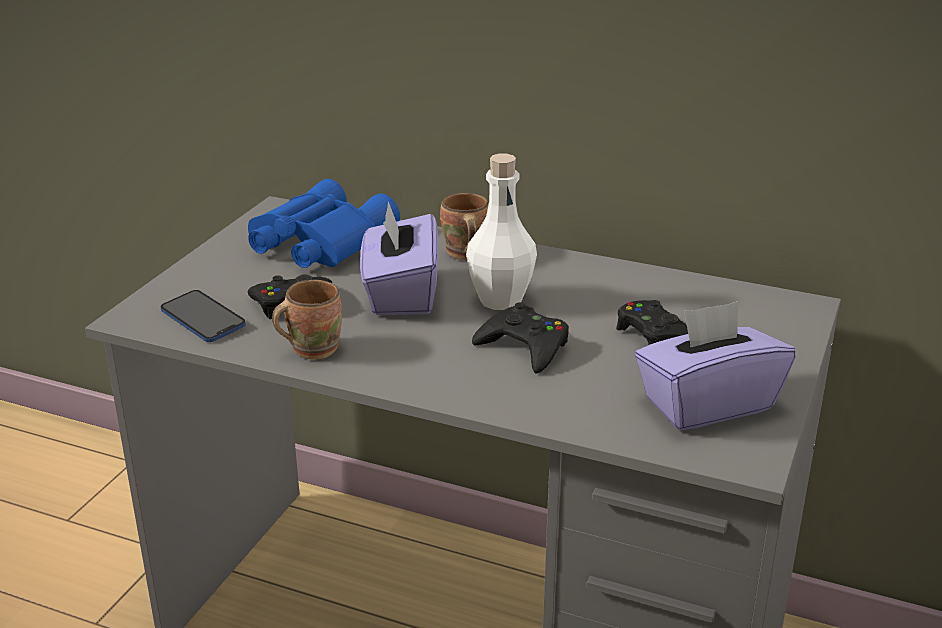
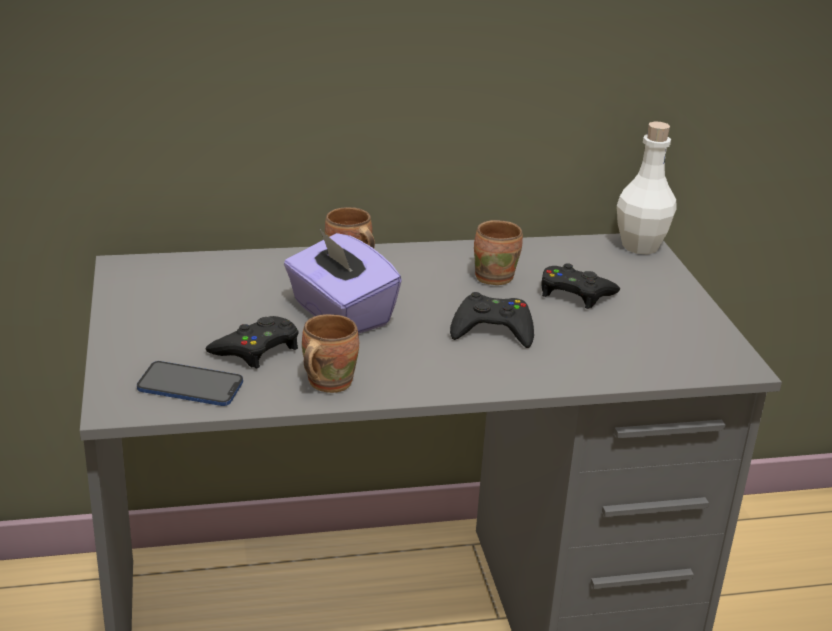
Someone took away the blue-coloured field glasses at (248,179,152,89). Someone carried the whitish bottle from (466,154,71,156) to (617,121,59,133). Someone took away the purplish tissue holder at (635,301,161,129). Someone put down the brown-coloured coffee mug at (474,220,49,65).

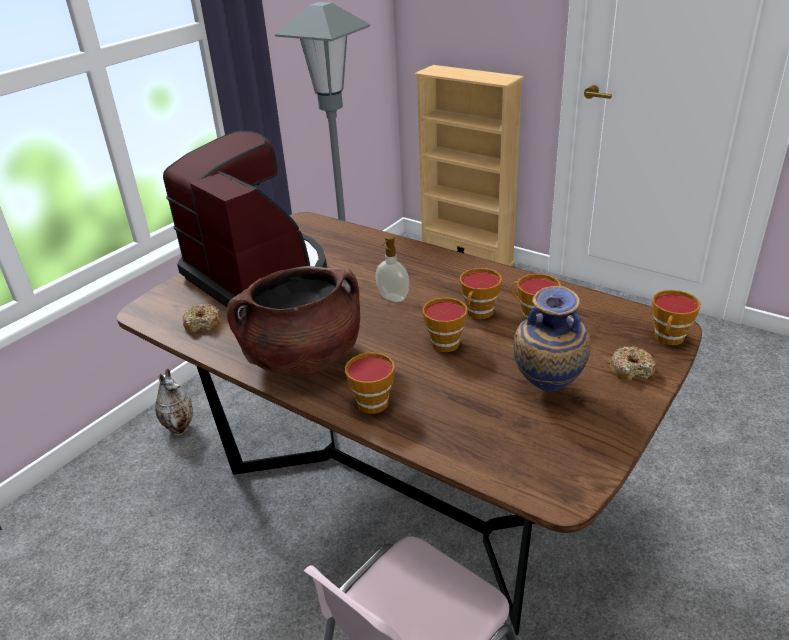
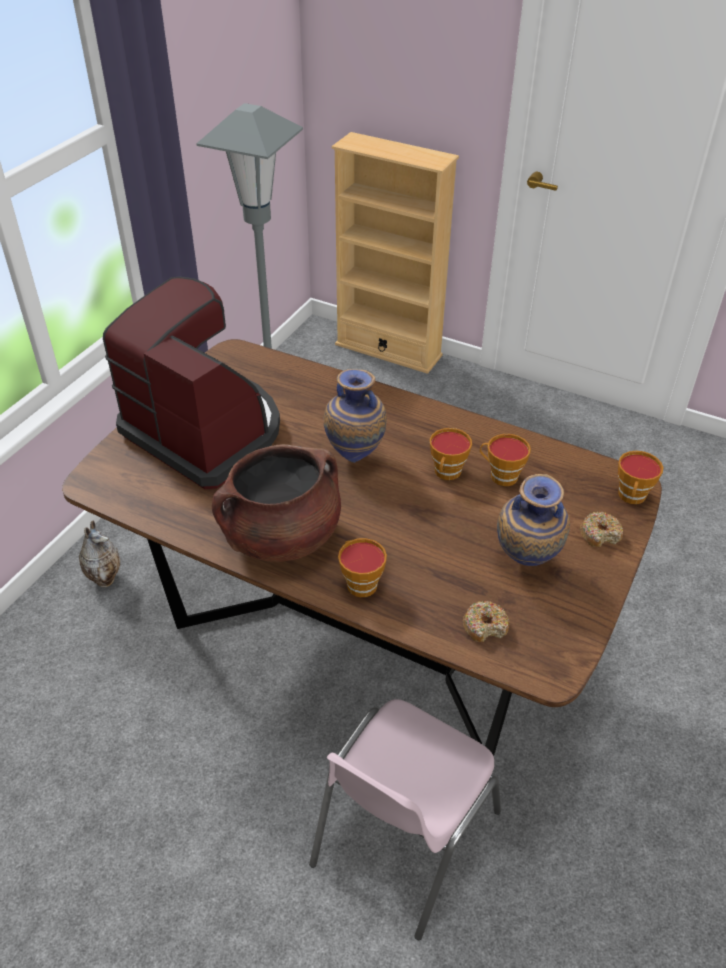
Someone carried the ring doughnut from (183,304,38,29) to (463,601,46,42). Someone swapped the soap bottle at (376,235,33,67) for the decorative vase at (324,369,63,94). Someone took away the small cup at (423,298,45,54).

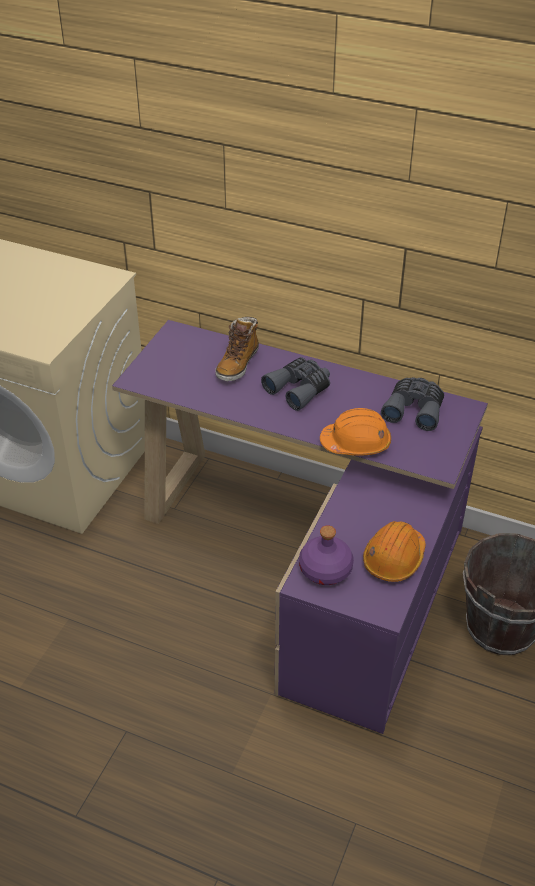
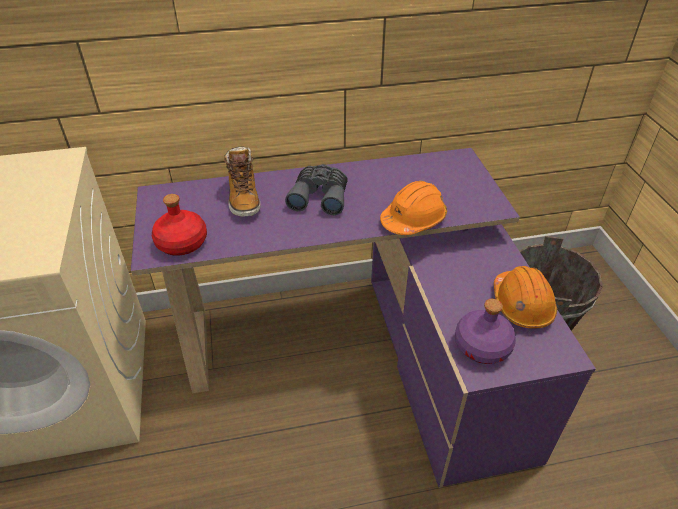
Someone took away the gray field glasses at (381,377,63,54). Someone put down the reddish bottle at (152,194,55,62).

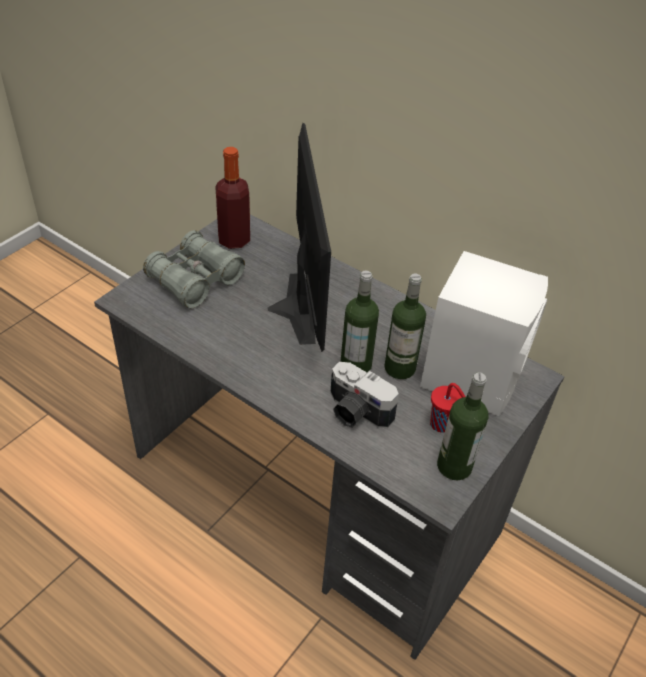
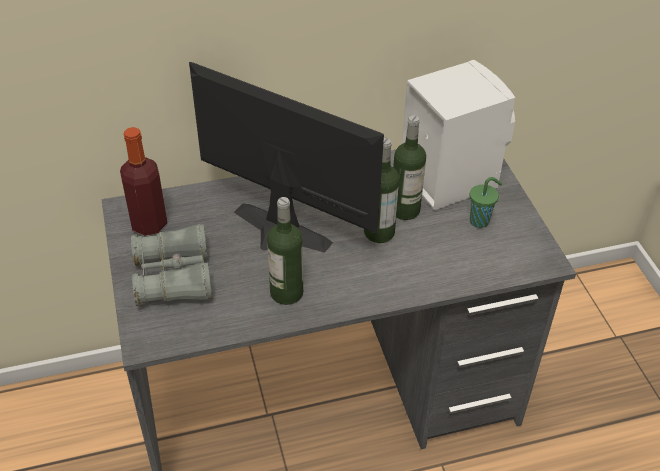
Someone took away the photo camera at (330,362,69,66). Someone repainted the reddish small cup at (430,383,36,49), which became the greenish small cup at (470,177,32,51). Someone carried the bottle from (437,372,52,108) to (267,197,36,108).

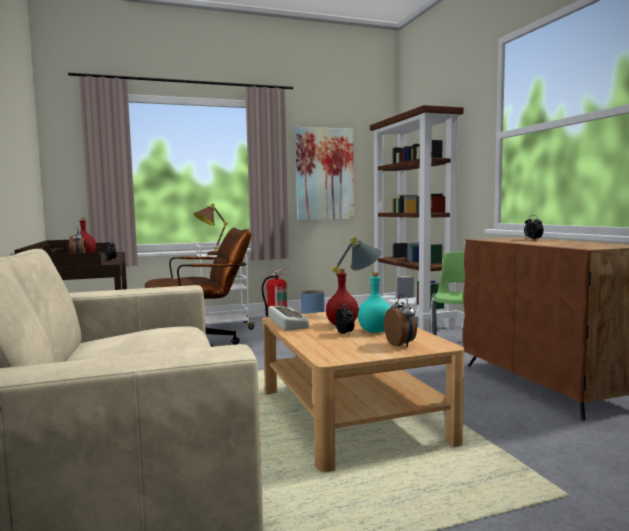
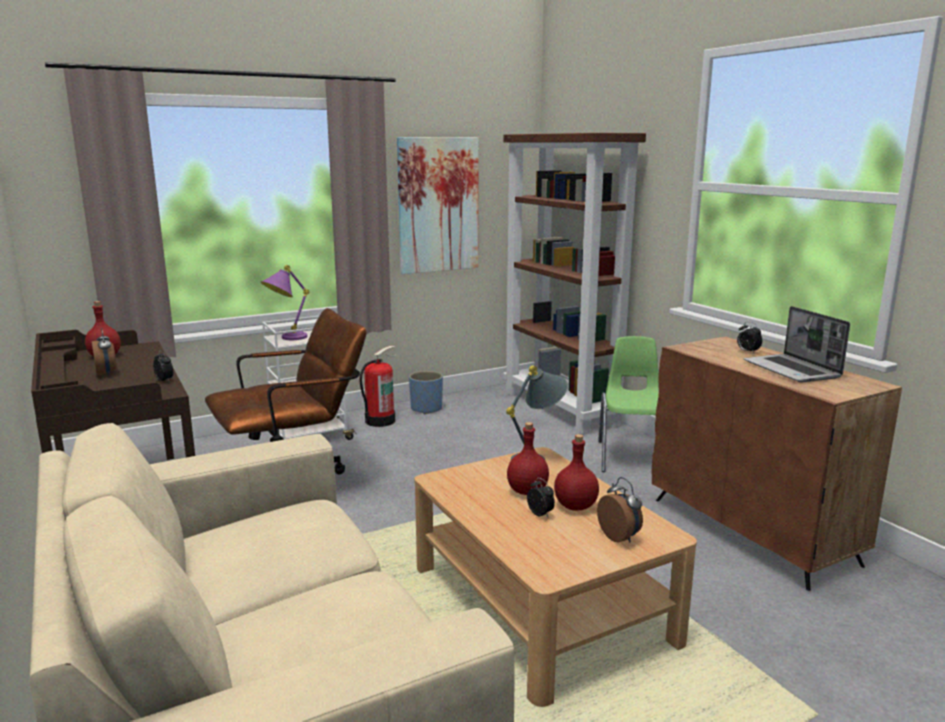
Someone repainted the brown-coloured tabletop lamp at (194,204,34,51), which became the purplish tabletop lamp at (261,265,48,75). Someone took away the PC keyboard at (268,306,41,24). Someone repainted the blue-green bottle at (358,272,33,61), which became the reddish bottle at (554,434,45,77). Someone put down the portable computer at (744,306,106,76).

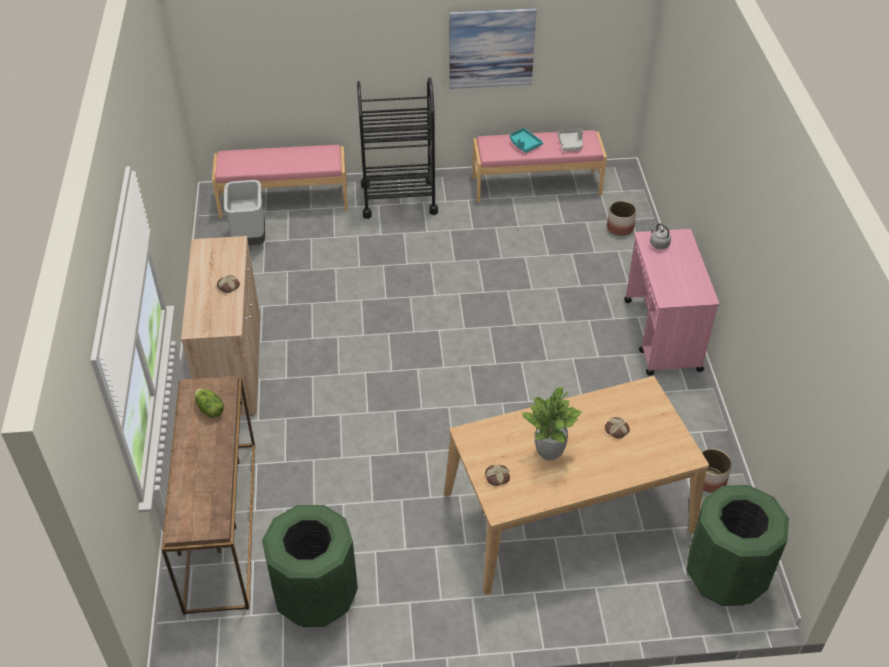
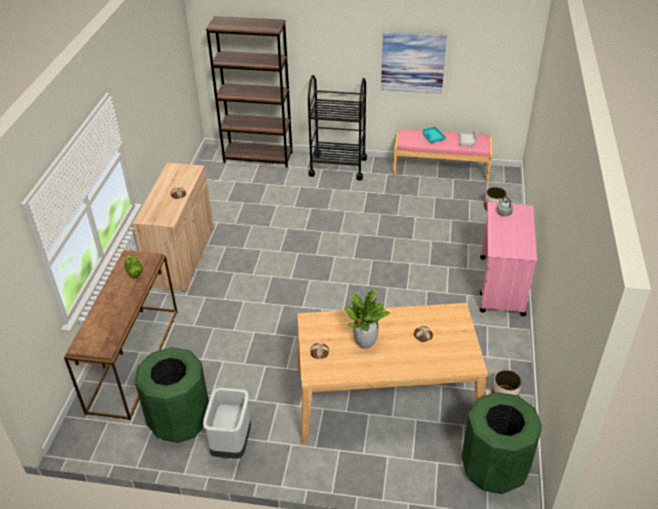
Someone swapped the pink-coloured indoor bench at (212,145,136,73) for the brown-coloured bookcase at (206,16,87,151). Someone carried the gray trash can from (224,180,41,65) to (203,388,48,71).

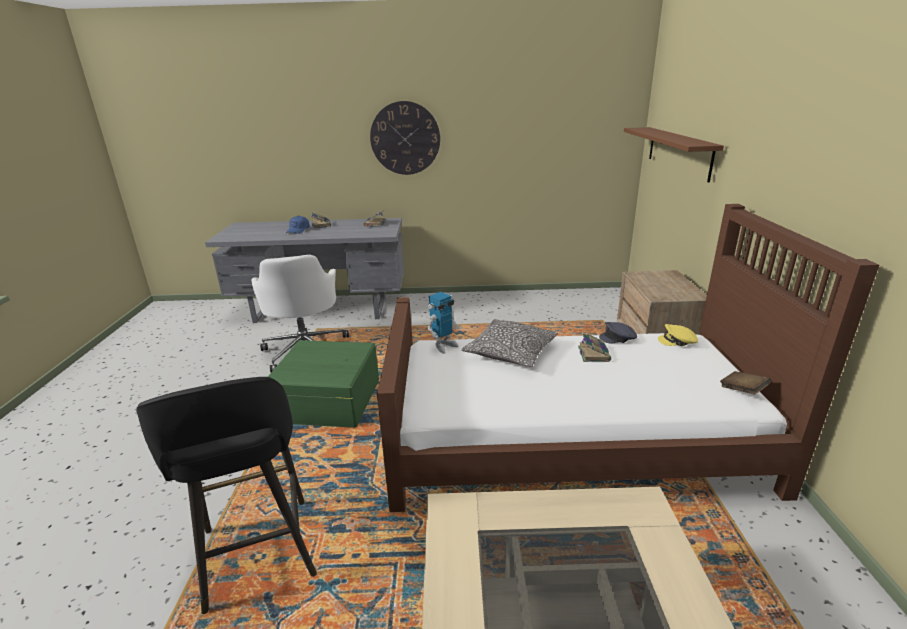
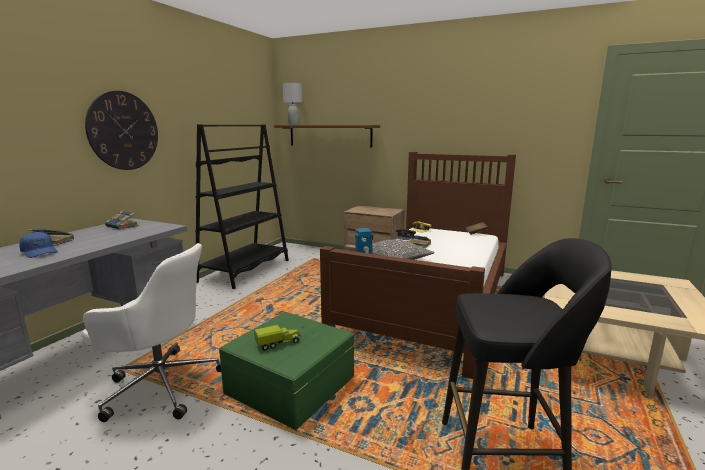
Someone put down the black-coloured bookcase at (195,124,94,165). Someone put down the toy lorry at (254,325,48,26). Someone put down the gray tabletop lamp at (283,83,19,42).

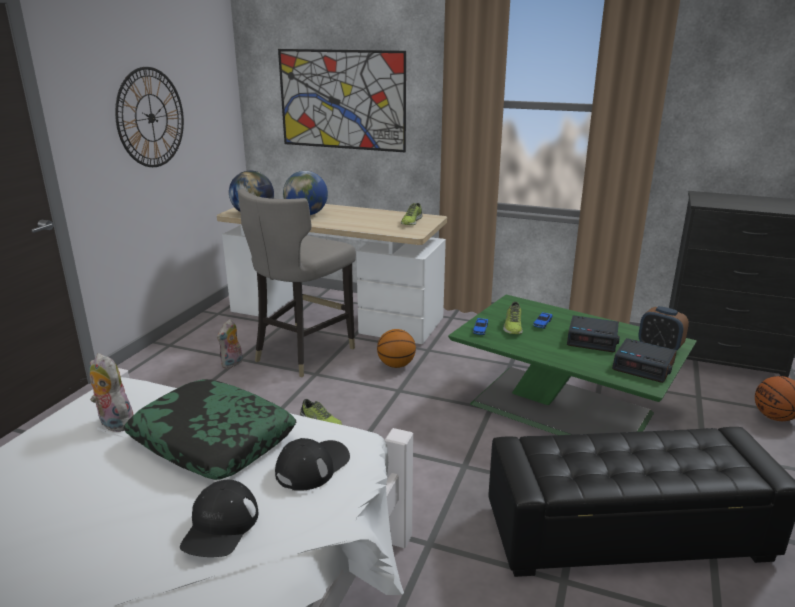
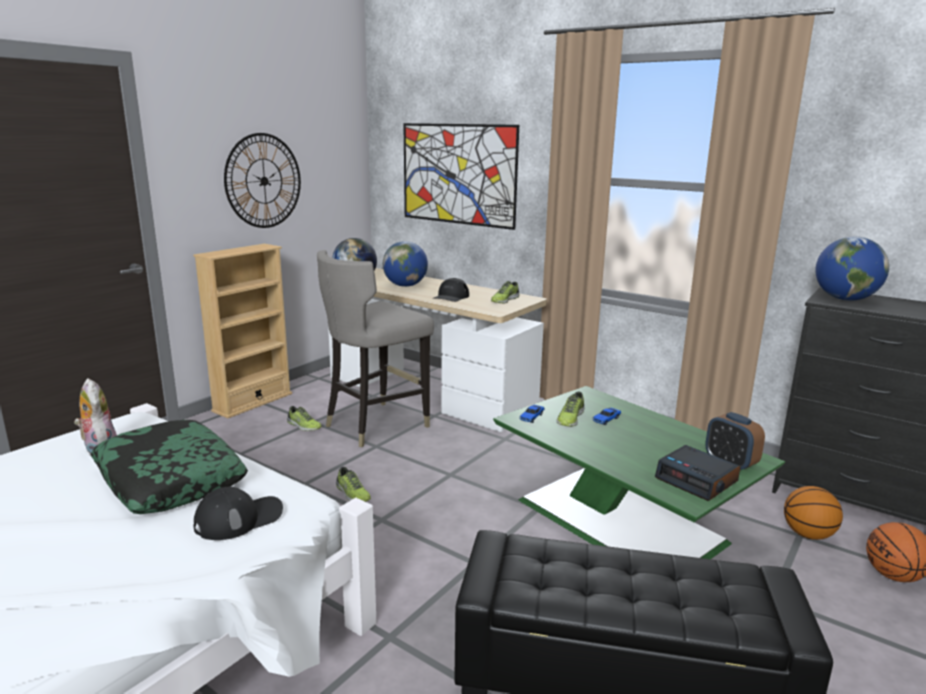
Someone carried the black-coloured peaked cap from (180,480,78,77) to (432,278,37,24). Someone swapped the cuddly toy at (217,319,26,50) for the item of footwear at (287,406,35,25). Someone carried the basketball ball from (377,329,39,39) to (784,486,59,54). Someone took away the bedside clock at (567,315,53,37). Someone put down the sand-coloured bookcase at (193,244,99,174). Someone put down the world globe at (815,237,74,64).

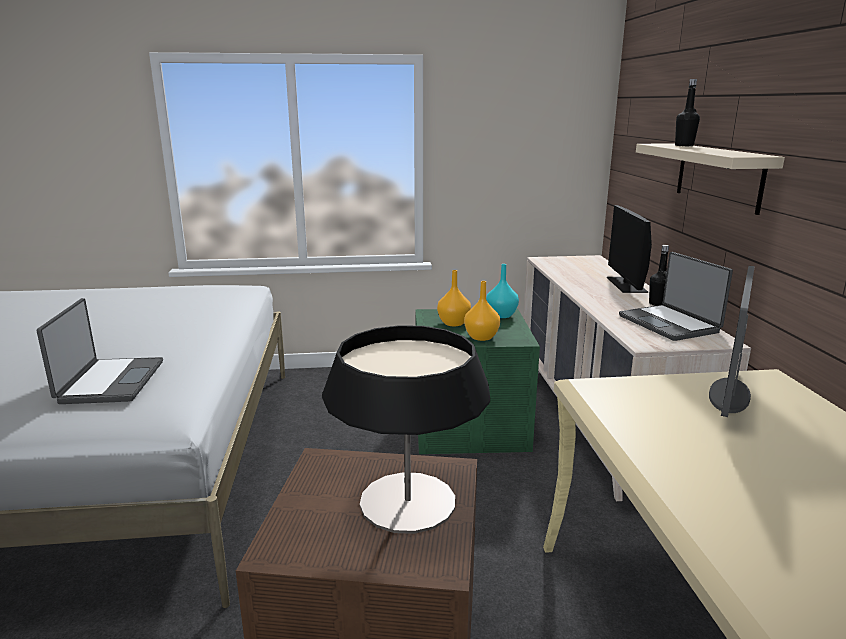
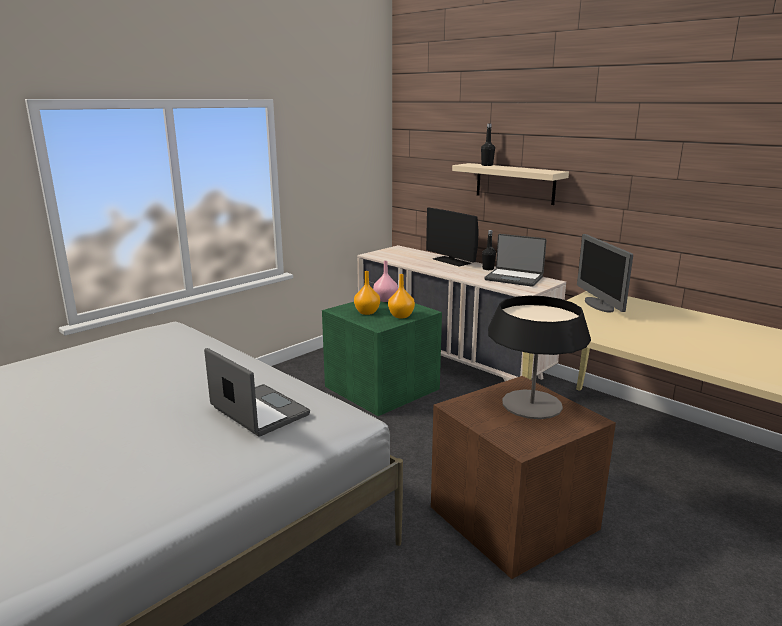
Someone repainted the blue-green decorative vase at (486,264,33,54), which became the pink-coloured decorative vase at (373,261,25,41).

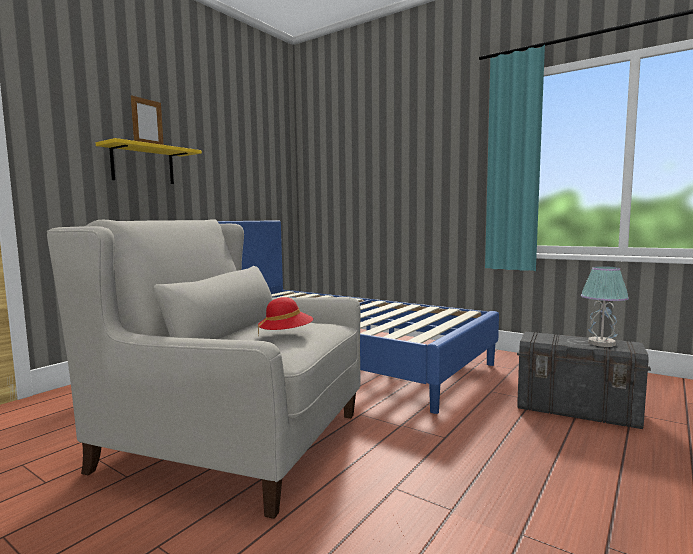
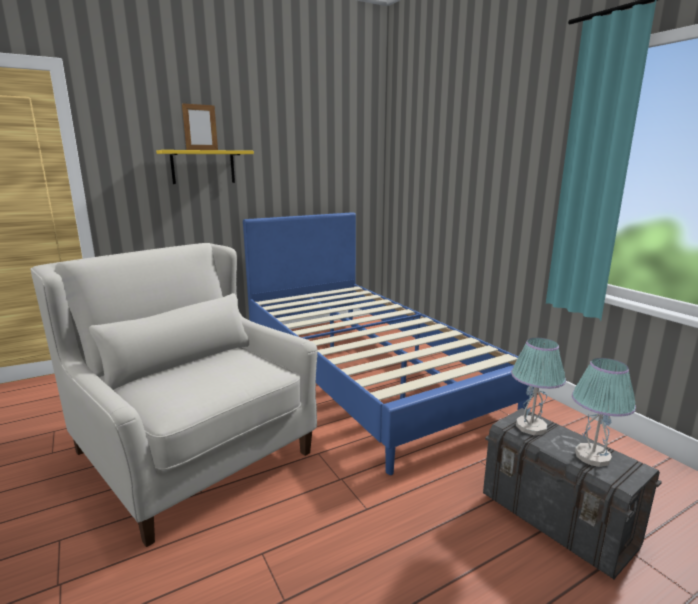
Someone took away the reddish wearable hat at (258,297,55,39). Someone put down the tabletop lamp at (511,338,55,97).

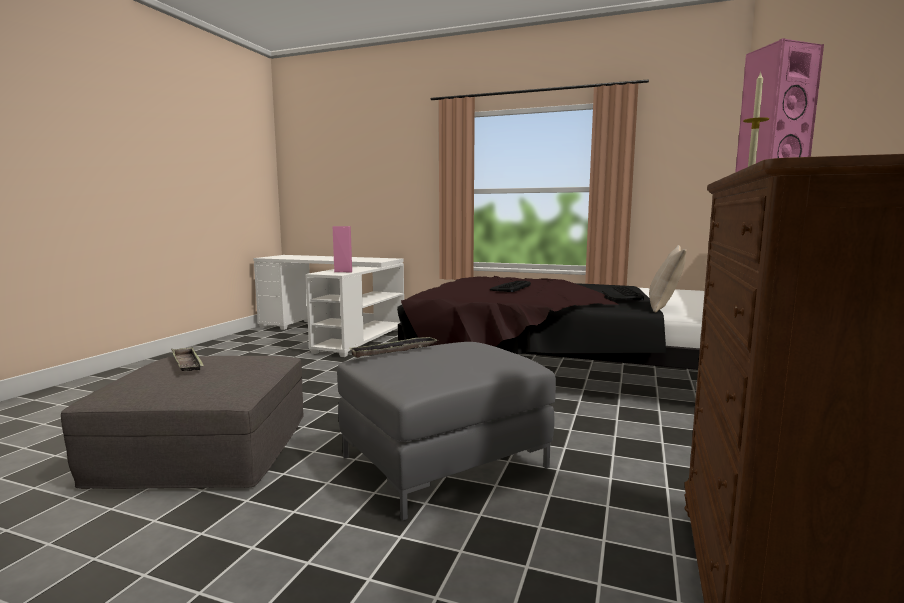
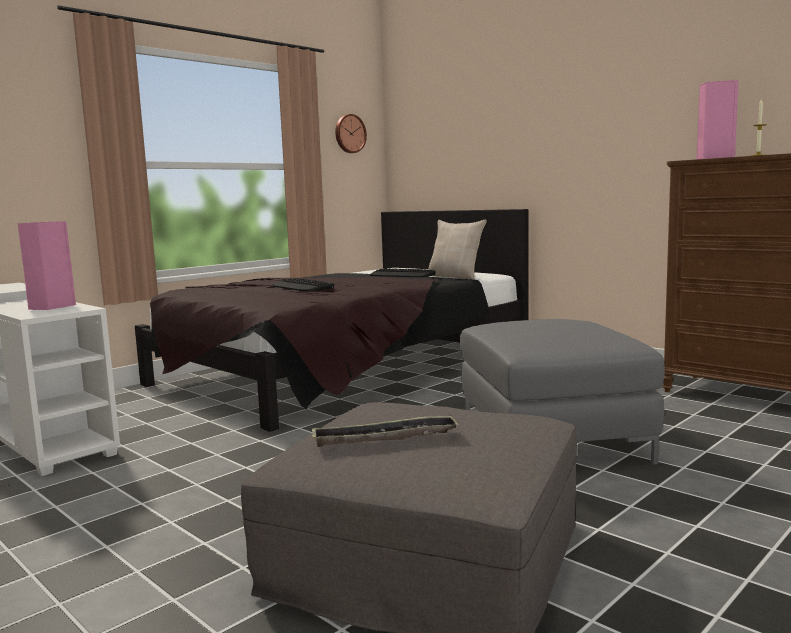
Someone took away the serving tray at (349,336,88,22). Someone put up the hanging clock at (335,114,32,39).

